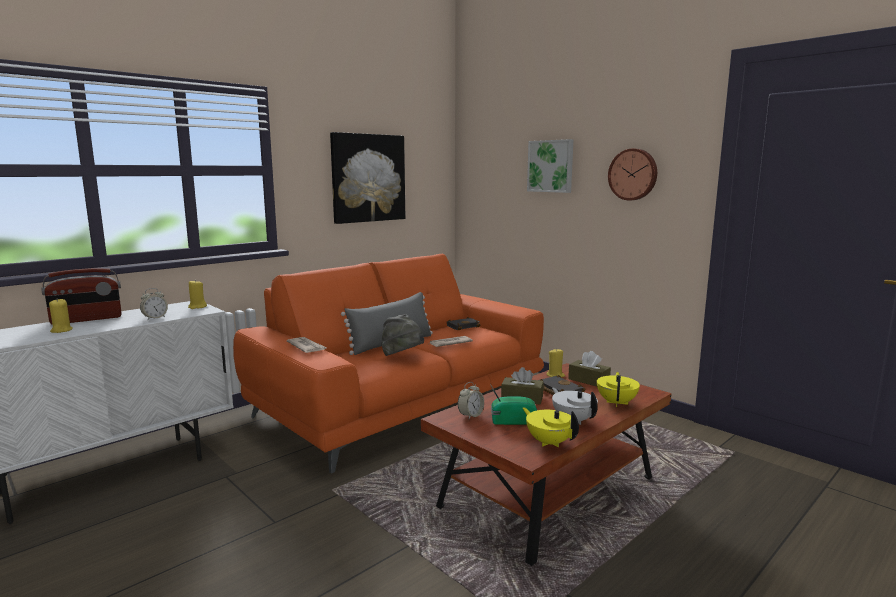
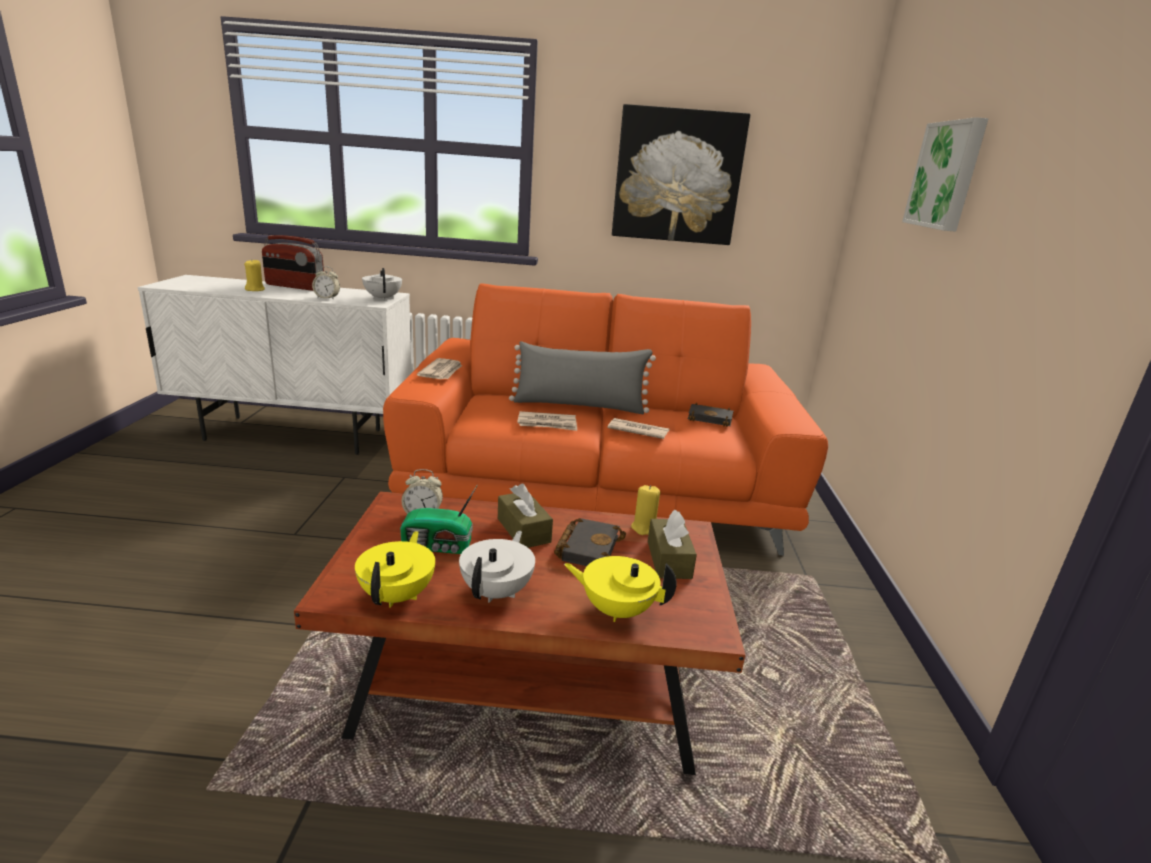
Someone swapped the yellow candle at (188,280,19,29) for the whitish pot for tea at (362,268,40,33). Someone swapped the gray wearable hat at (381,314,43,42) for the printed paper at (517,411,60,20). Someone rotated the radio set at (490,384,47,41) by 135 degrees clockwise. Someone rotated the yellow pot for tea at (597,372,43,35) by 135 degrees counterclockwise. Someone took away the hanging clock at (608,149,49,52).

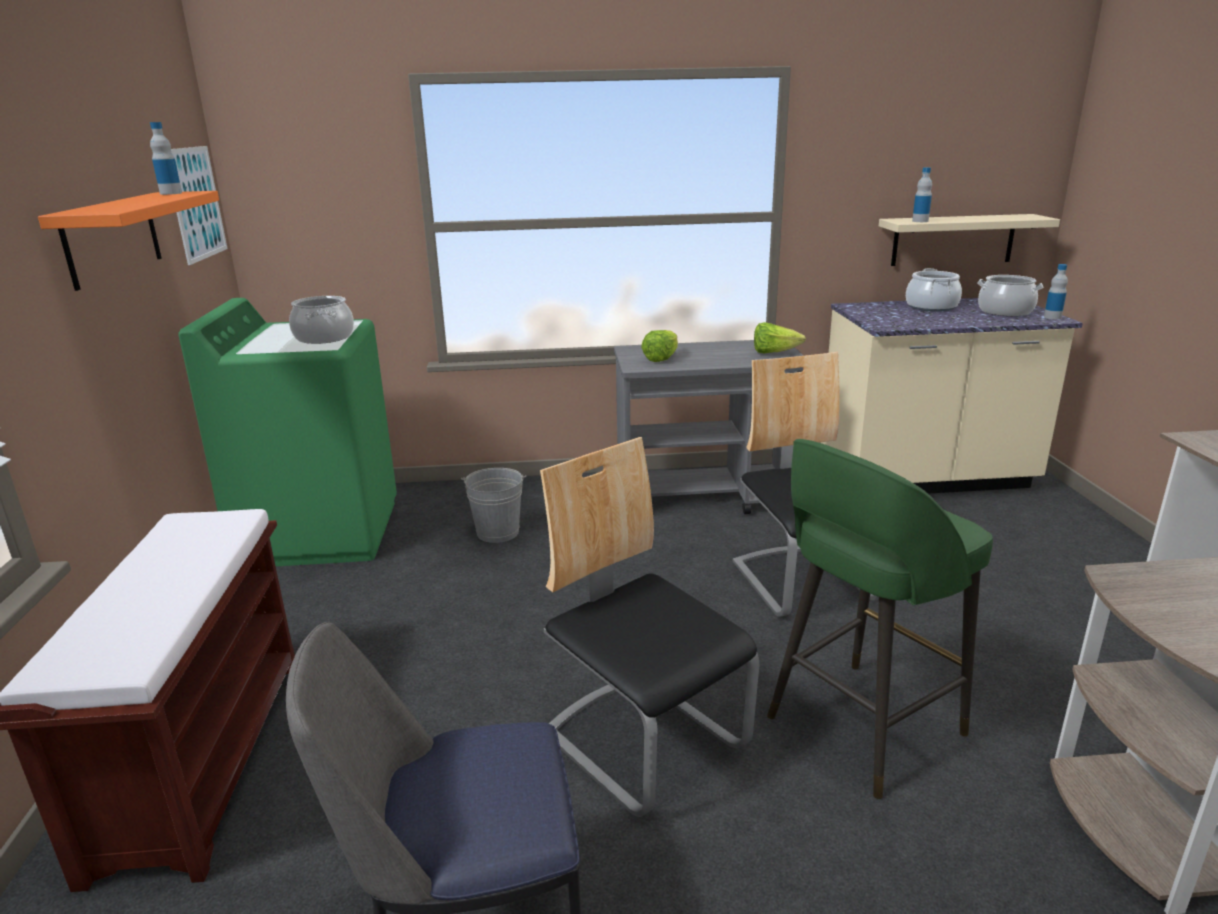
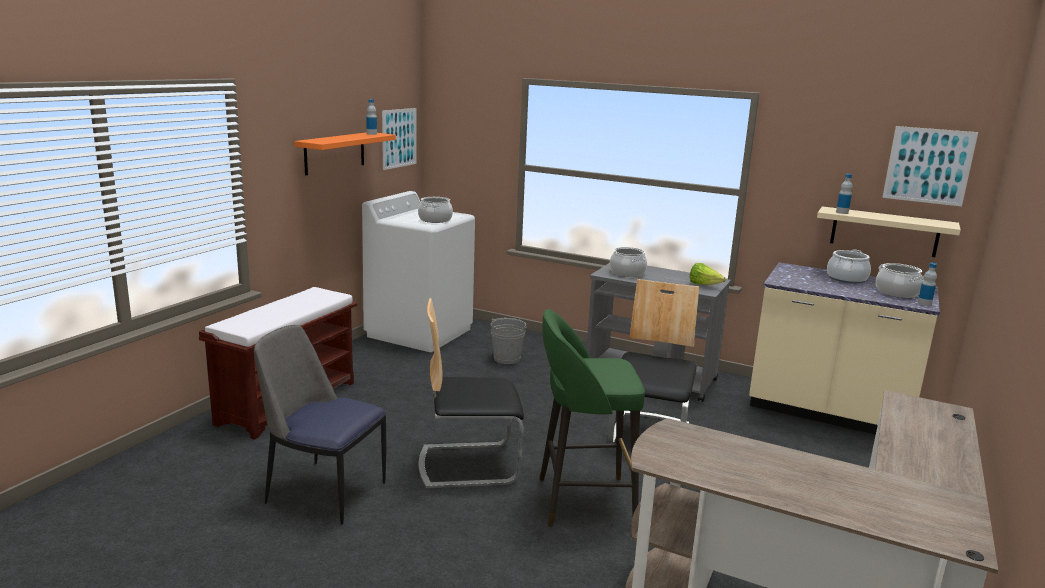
Someone repainted the greenish washing machine at (178,298,219,268), which became the whitish washing machine at (362,191,113,161). Someone rotated the plain chair at (540,437,219,380) by 90 degrees counterclockwise. Someone swapped the head of lettuce at (641,330,37,32) for the stockpot at (610,247,37,30). Someone put up the wall art at (882,126,96,81).

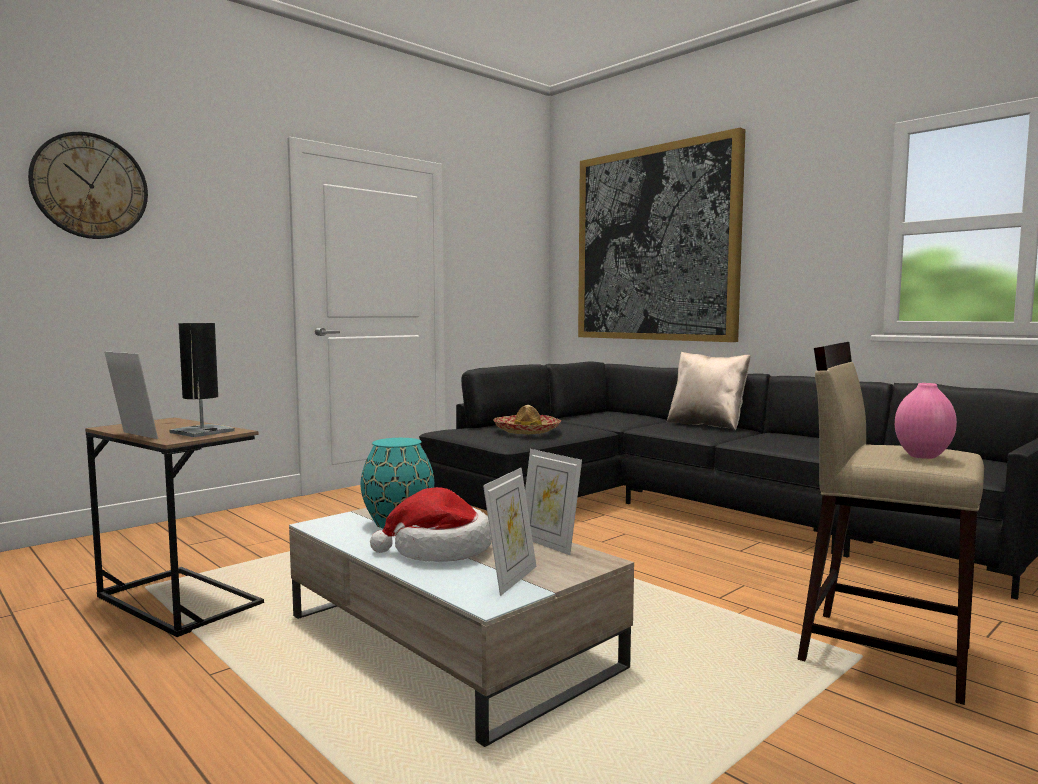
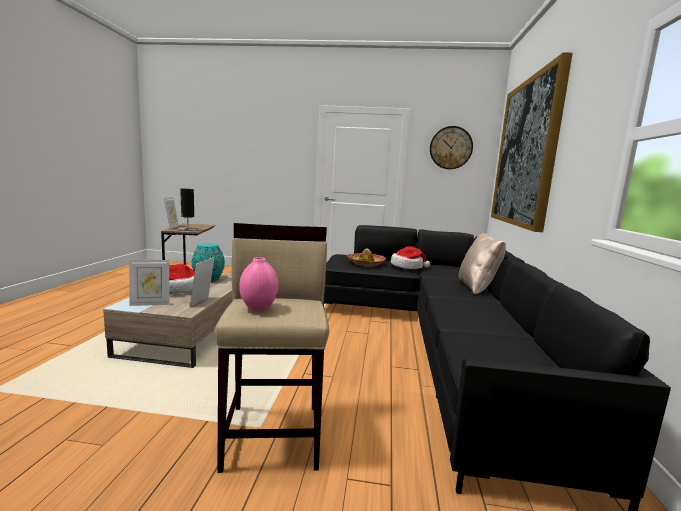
Someone carried the hanging clock from (28,132,120,107) to (430,126,43,43). Someone put down the wearable hat at (391,246,40,23).

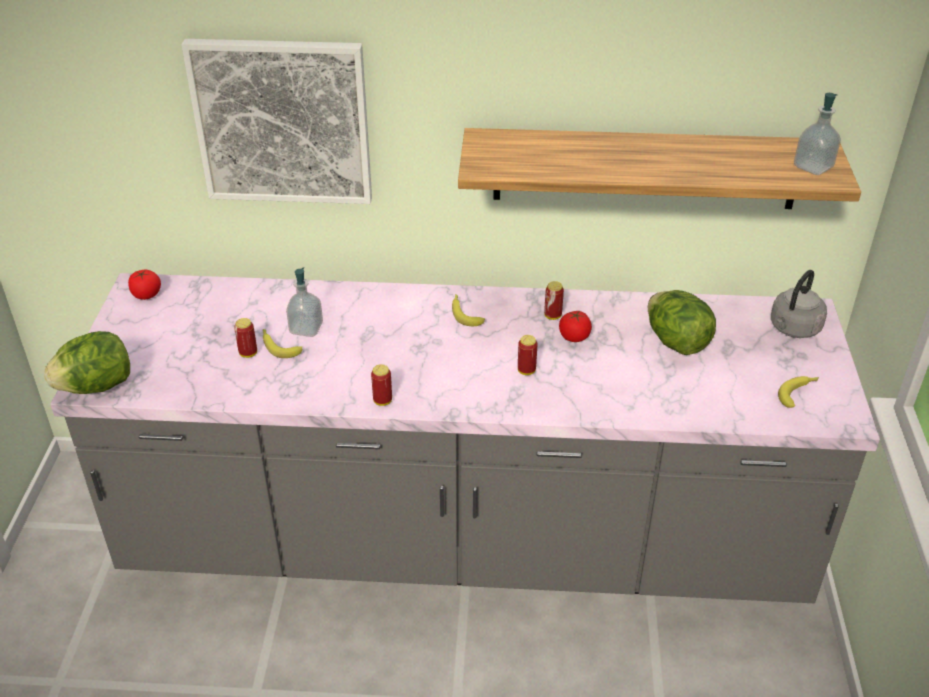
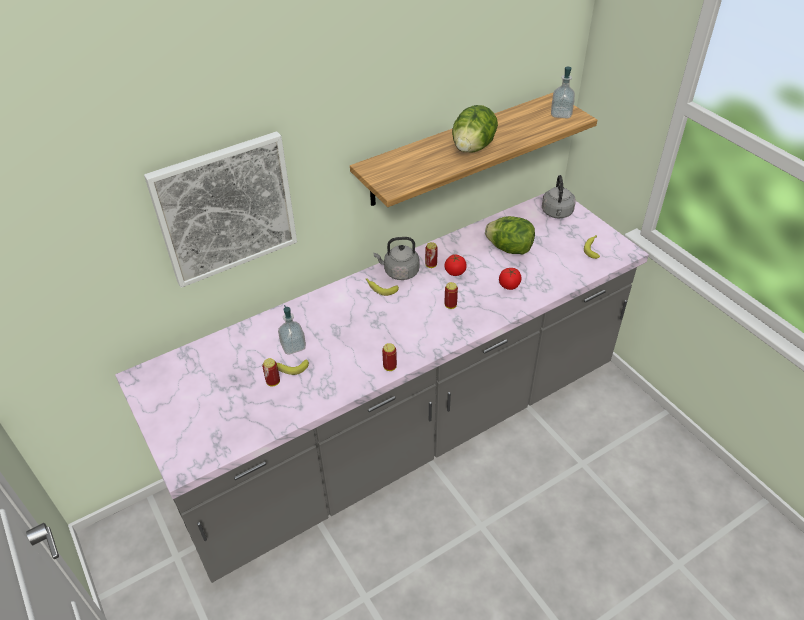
Someone carried the head of lettuce from (44,331,86,63) to (452,105,46,48). Someone carried the fresh tomato from (128,270,33,30) to (499,268,23,22). Someone put down the gray kettle at (374,237,46,43).

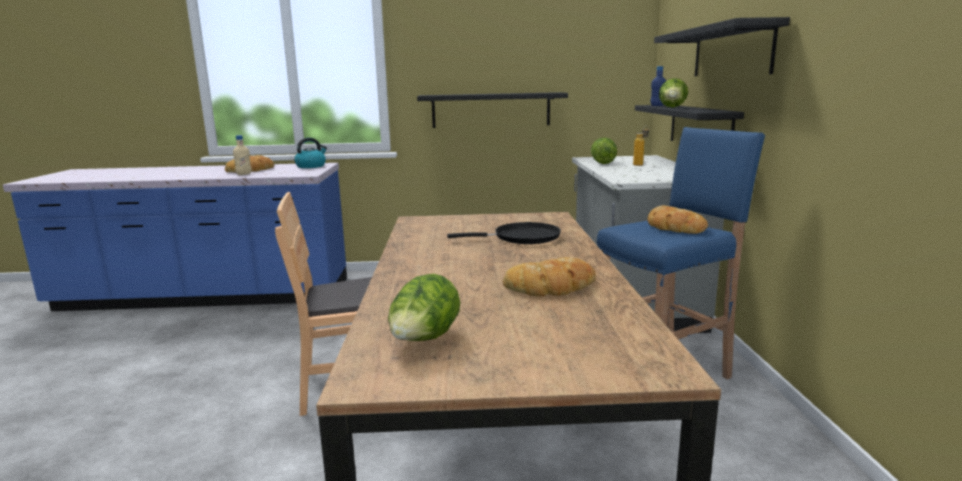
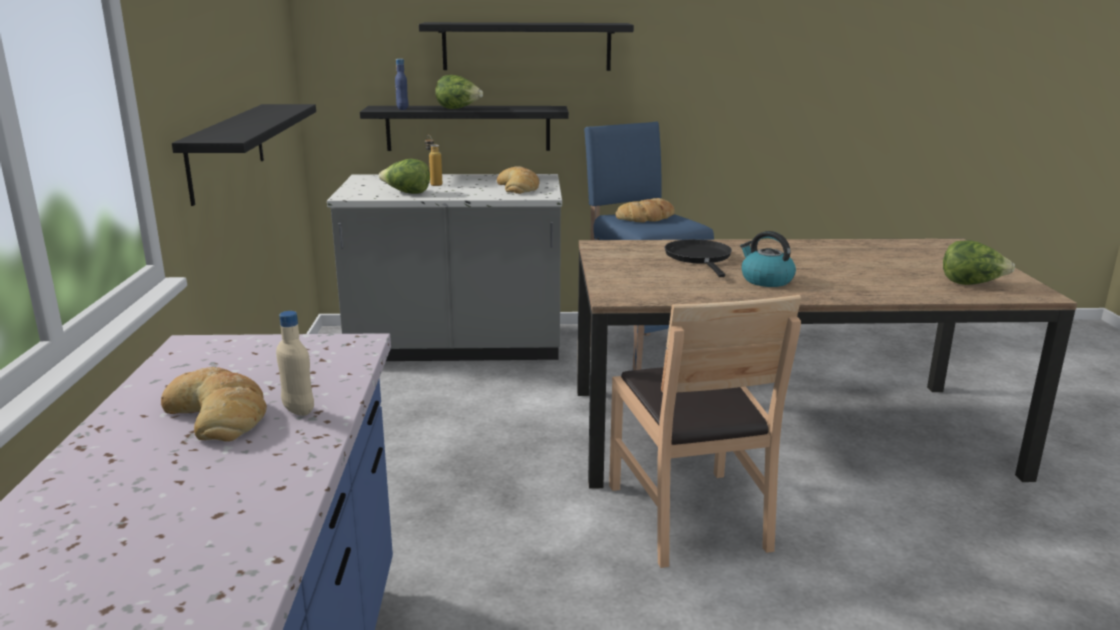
Someone carried the kettle from (294,138,33,30) to (740,231,56,56). Someone carried the bakery bread from (503,257,93,39) to (497,166,42,28).

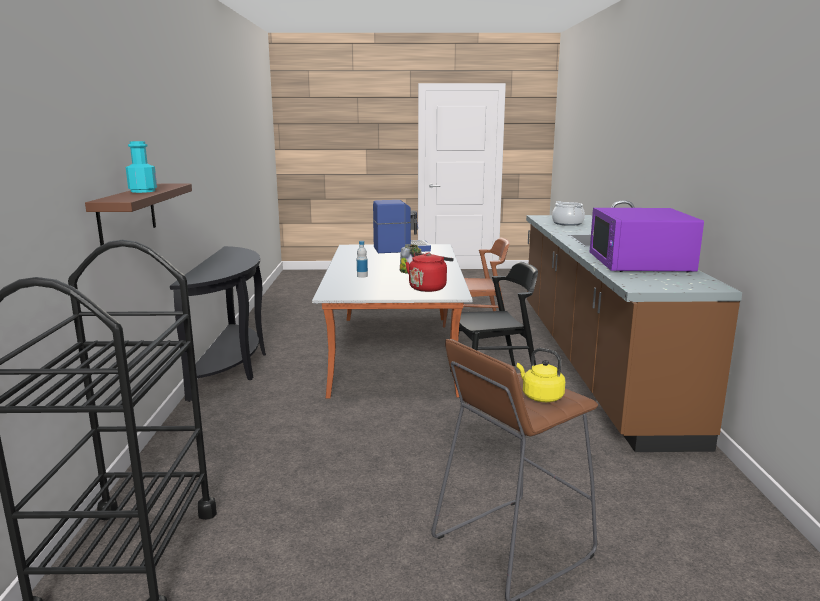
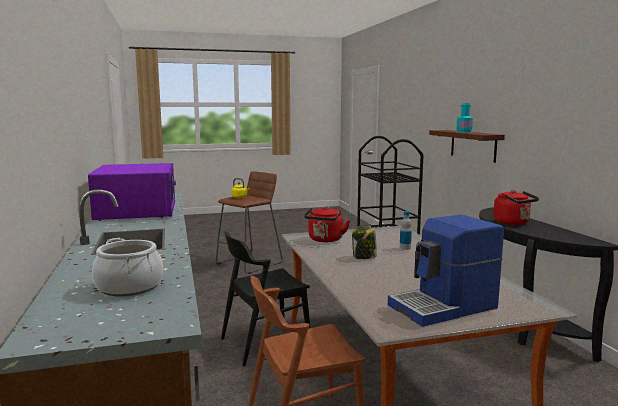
Someone put down the reddish kettle at (493,190,46,35).

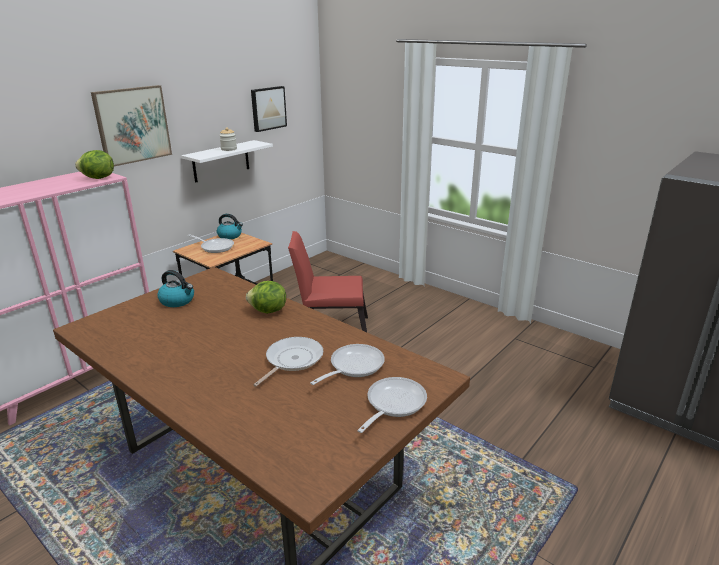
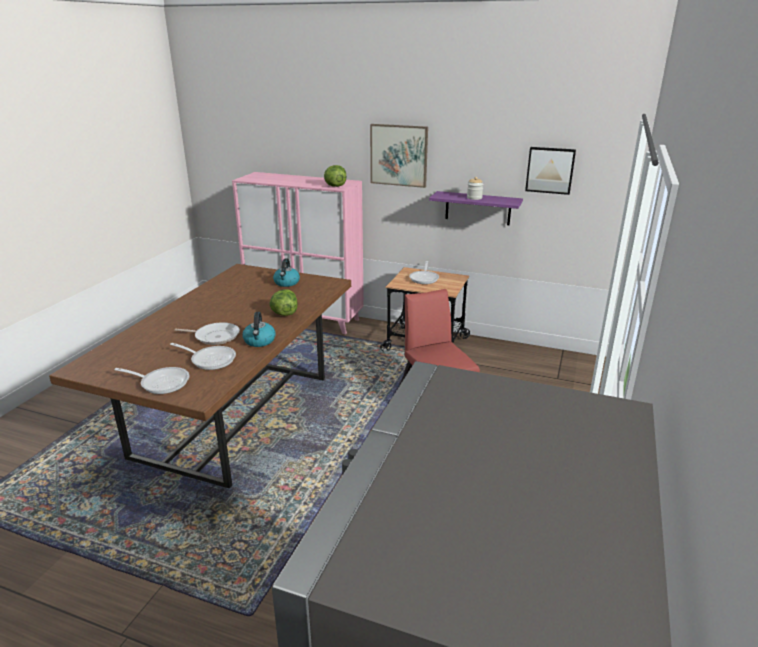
Someone repainted the whitish wall shelf at (181,140,92,43), which became the purplish wall shelf at (429,191,94,34). Someone carried the kettle from (217,214,26,25) to (242,312,34,35).

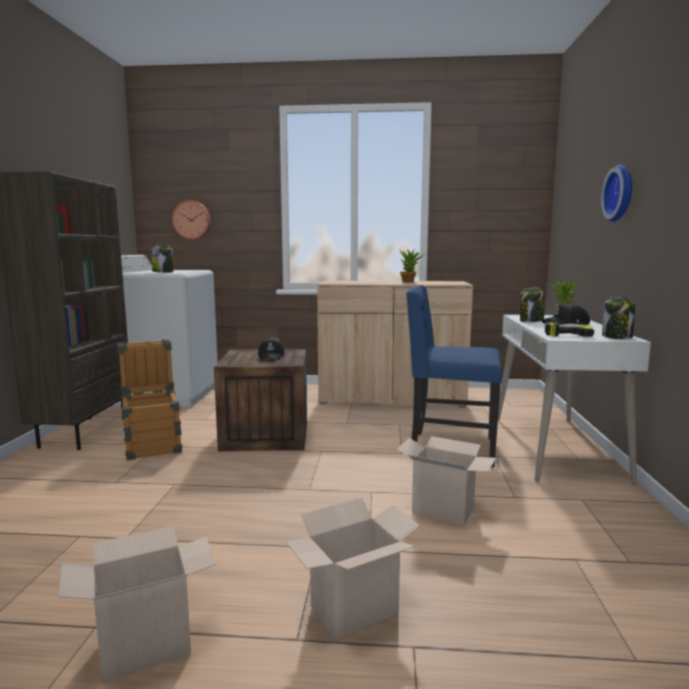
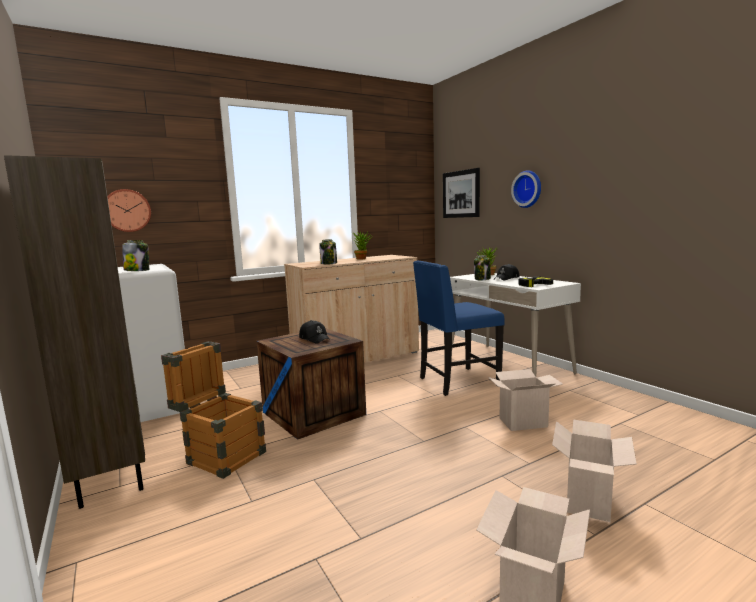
Someone carried the jar from (602,296,33,43) to (319,239,18,26). Someone put up the wall art at (443,168,37,50).

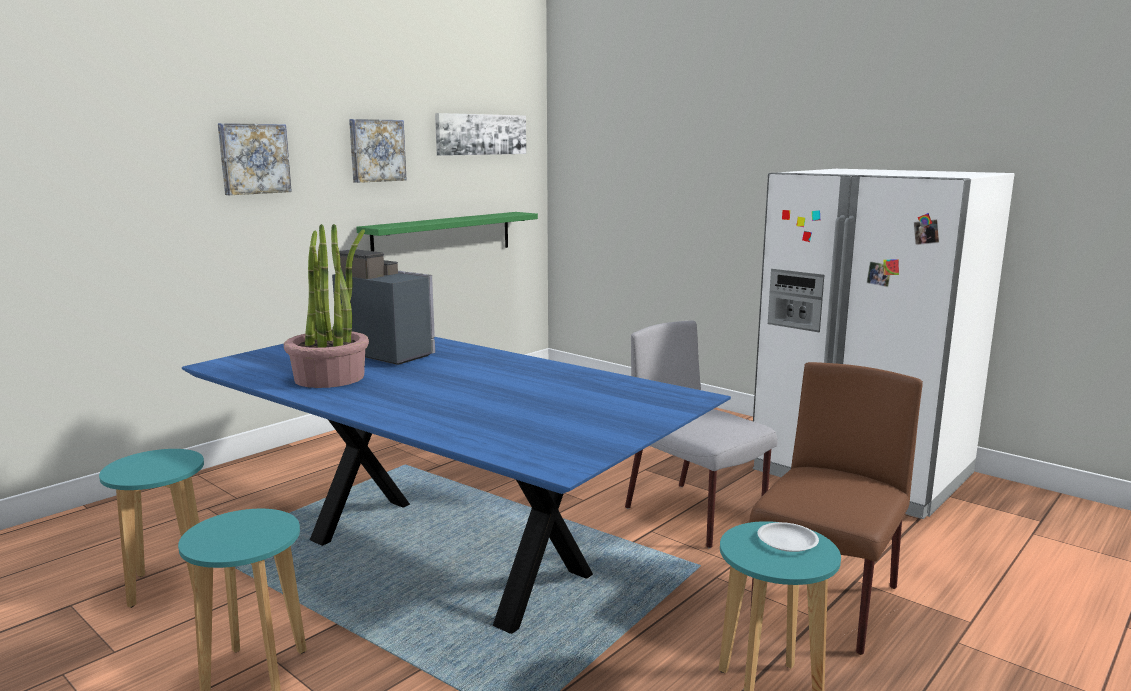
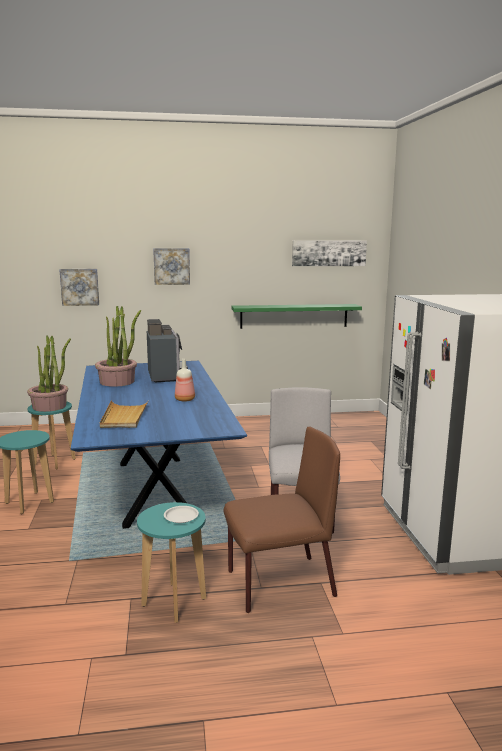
Someone carried the wall art from (349,119,58,64) to (59,269,40,37). Someone put down the plant in a pot at (27,335,44,77). Someone put down the sand-coloured serving tray at (100,400,49,28). Someone put down the bottle at (175,359,20,43).

